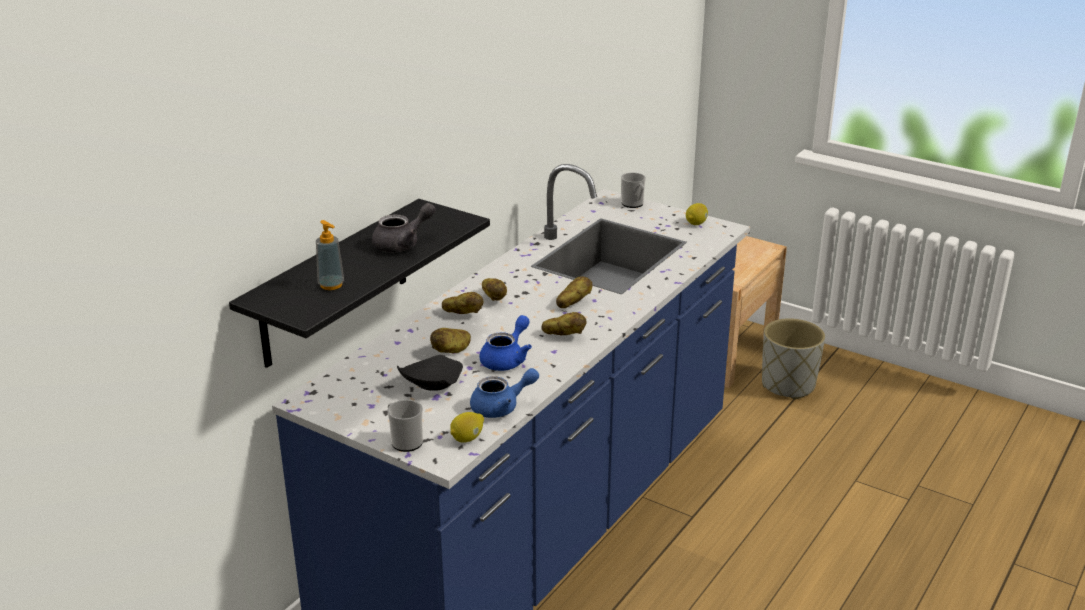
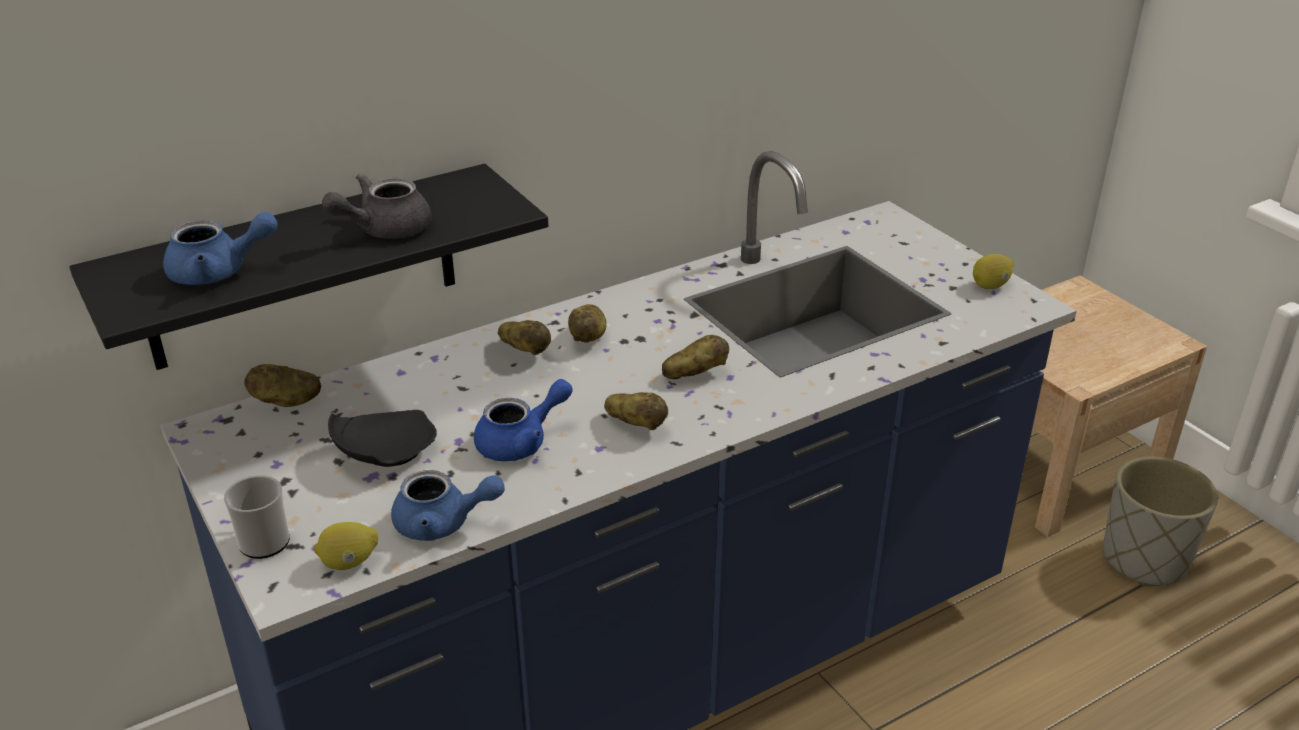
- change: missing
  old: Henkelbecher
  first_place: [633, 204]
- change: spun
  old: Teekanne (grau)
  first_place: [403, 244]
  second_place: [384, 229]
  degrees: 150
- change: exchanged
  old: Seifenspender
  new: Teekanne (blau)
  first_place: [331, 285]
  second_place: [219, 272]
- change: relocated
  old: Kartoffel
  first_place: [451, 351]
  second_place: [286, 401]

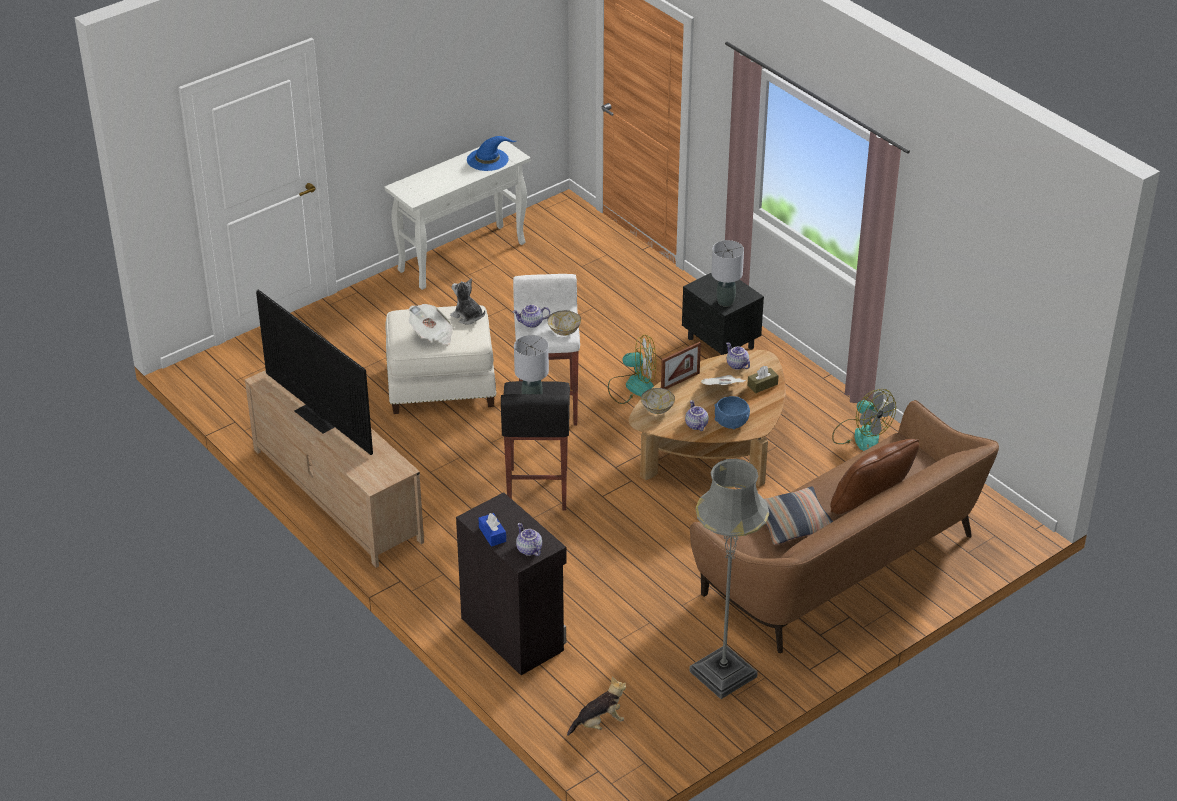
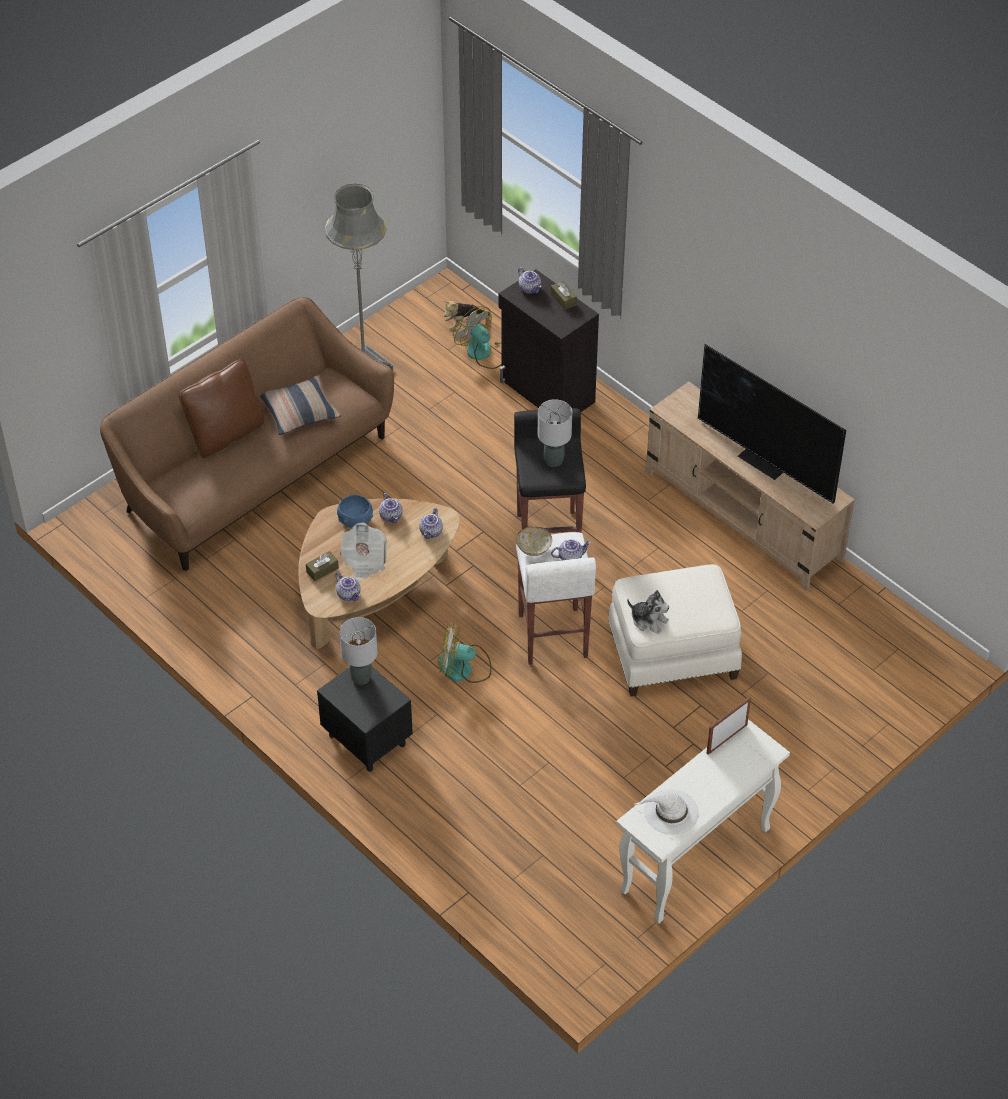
- change: colour
  old: Hut (blau)
  new: Hut (weiß)
  first_place: [488, 159]
  second_place: [670, 812]
- change: missing
  old: Zeitung
  first_place: [432, 334]
- change: relocated
  old: Bilderrahmen
  first_place: [680, 381]
  second_place: [727, 739]
- change: exchanged
  old: Schüssel
  new: Teekanne
  first_place: [657, 409]
  second_place: [431, 532]
- change: relocated
  old: Ventilator
  first_place: [860, 435]
  second_place: [484, 352]
- change: colour
  old: Taschentuchbox (blau)
  new: Taschentuchbox (braun)
  first_place: [492, 534]
  second_place: [563, 299]

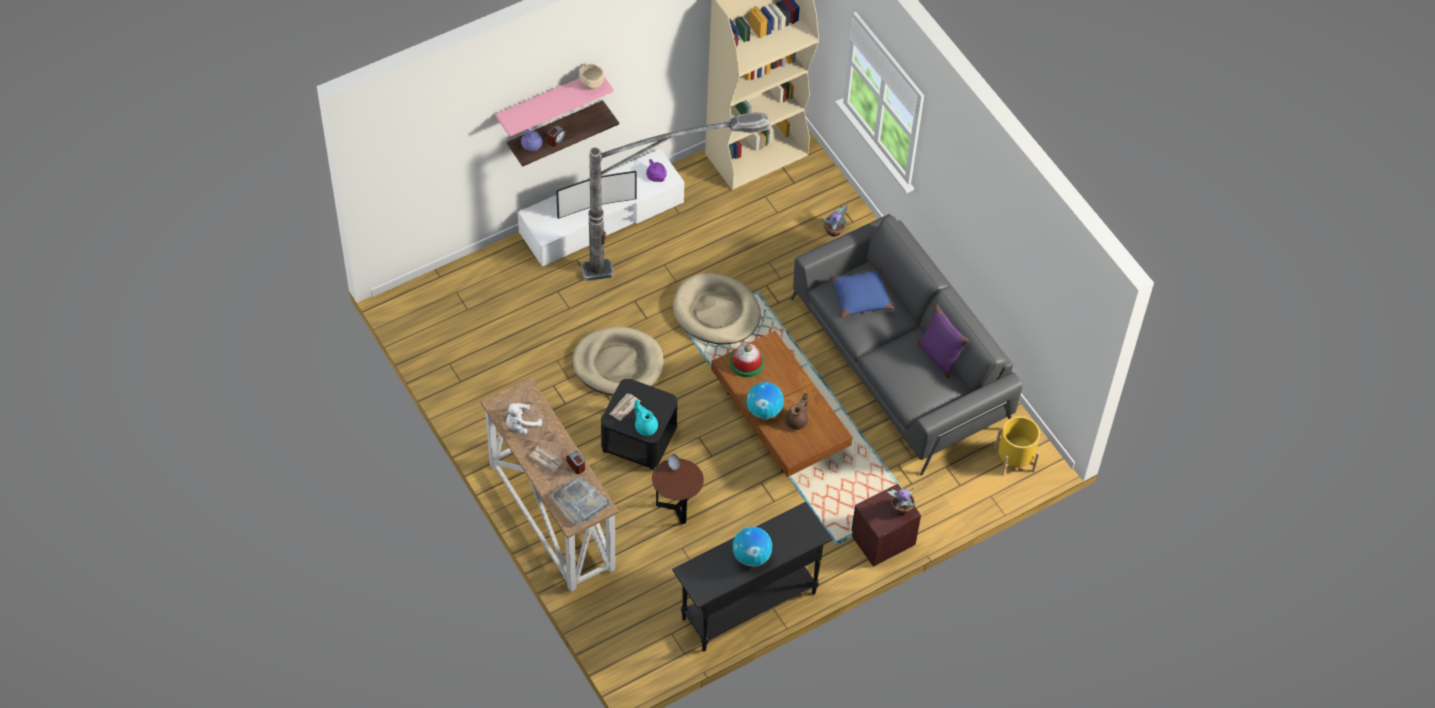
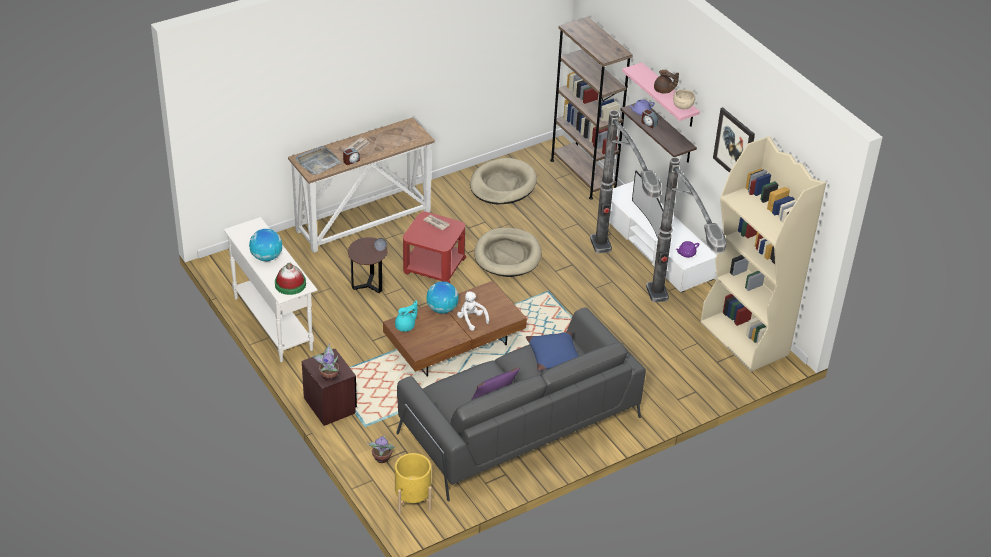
- change: relocated
  old: Topfpflanze
  first_place: [834, 231]
  second_place: [381, 459]
- change: relocated
  old: Hundebett (beige)
  first_place: [716, 312]
  second_place: [502, 185]
- change: relocated
  old: Hut
  first_place: [746, 363]
  second_place: [290, 284]
- change: colour
  old: Beistelltisch (schwarz)
  new: Beistelltisch (rot)
  first_place: [639, 440]
  second_place: [433, 266]
- change: relocated
  old: Teekanne (braun)
  first_place: [797, 421]
  second_place: [664, 90]
- change: relocated
  old: Teekanne (türkis)
  first_place: [645, 426]
  second_place: [406, 326]
- change: relocated
  old: Plüschtier (weiß)
  first_place: [521, 425]
  second_place: [471, 319]
- change: colour
  old: Konsolentisch (schwarz)
  new: Konsolentisch (weiß)
  first_place: [748, 605]
  second_place: [273, 323]
- change: appeared
  new: Bücherregal (braun)
  second_place: [583, 175]
- change: appeared
  new: Bild
  second_place: [734, 145]
- change: appeared
  new: Stehlampe
  second_place: [674, 337]

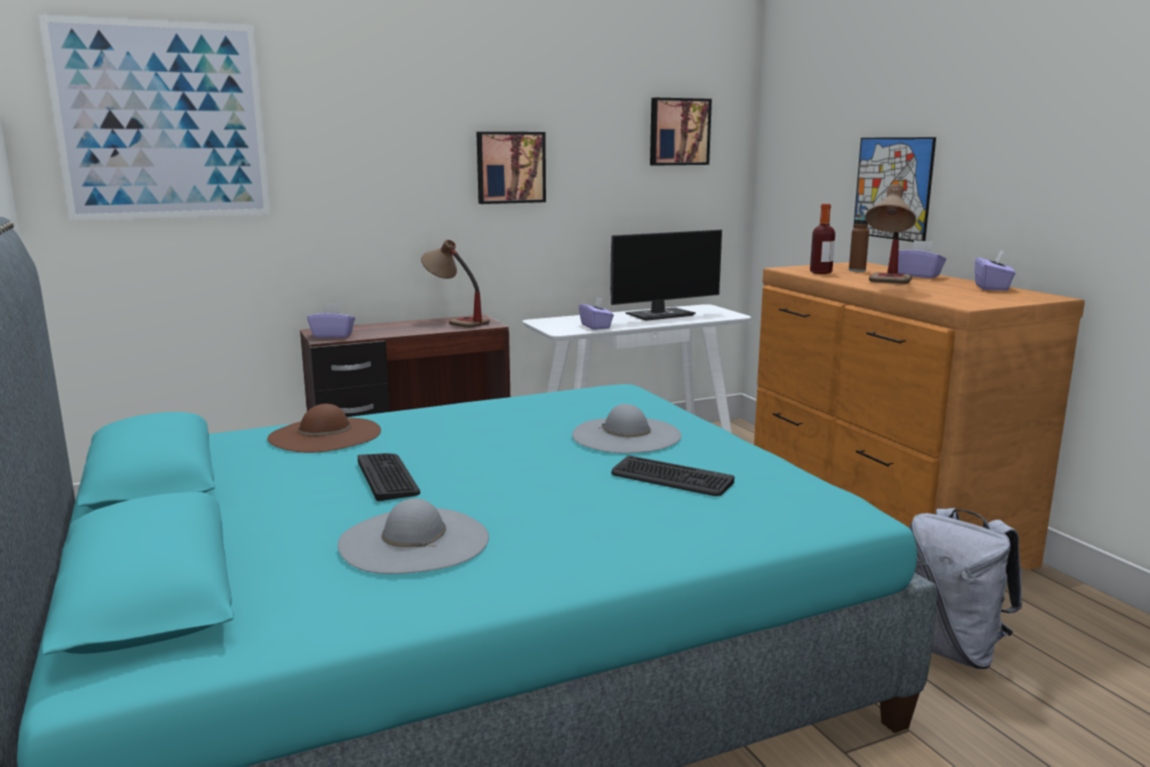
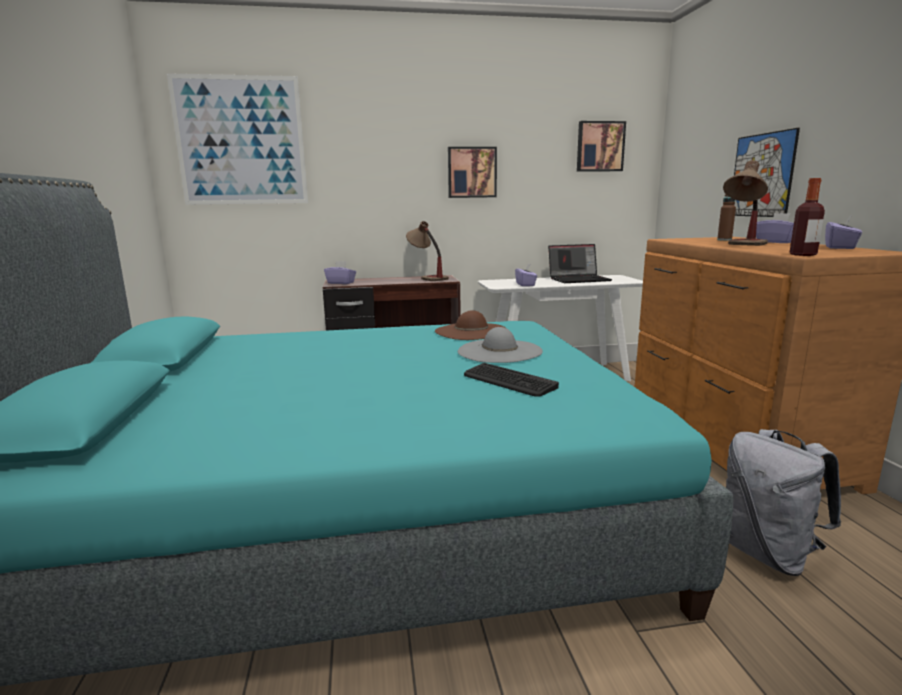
- change: relocated
  old: Flasche
  first_place: [820, 272]
  second_place: [803, 255]
- change: exchanged
  old: Monitor
  new: Laptop
  first_place: [661, 315]
  second_place: [579, 279]
- change: relocated
  old: Hut (braun)
  first_place: [325, 435]
  second_place: [471, 331]
- change: missing
  old: Tastatur
  first_place: [388, 477]
- change: missing
  old: Hut (grau)
  first_place: [414, 540]

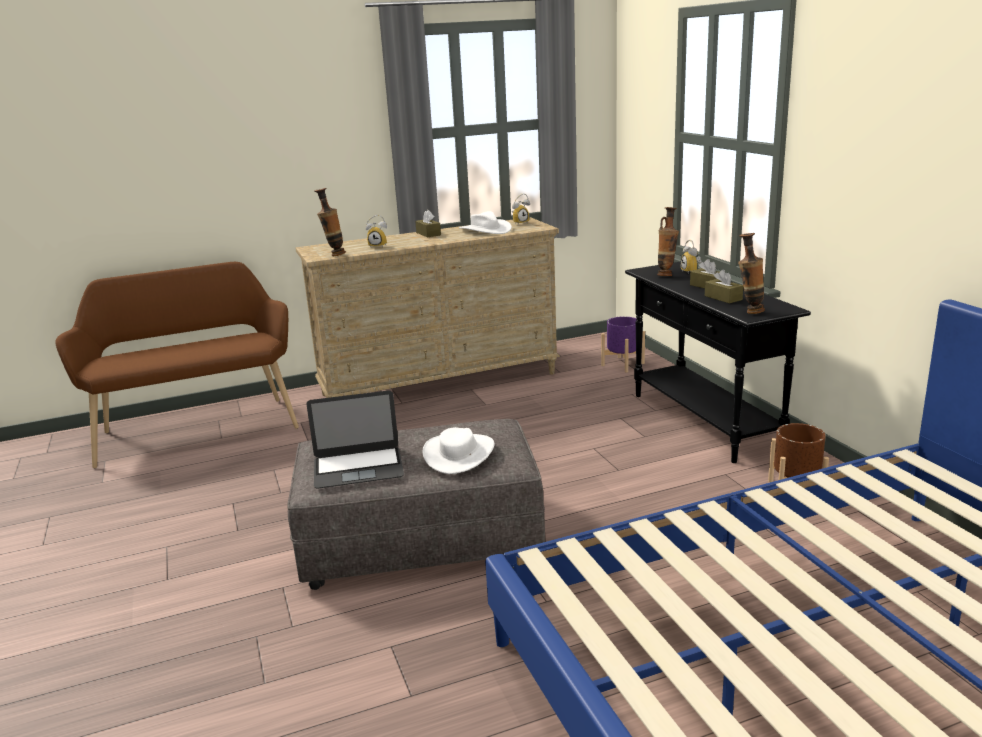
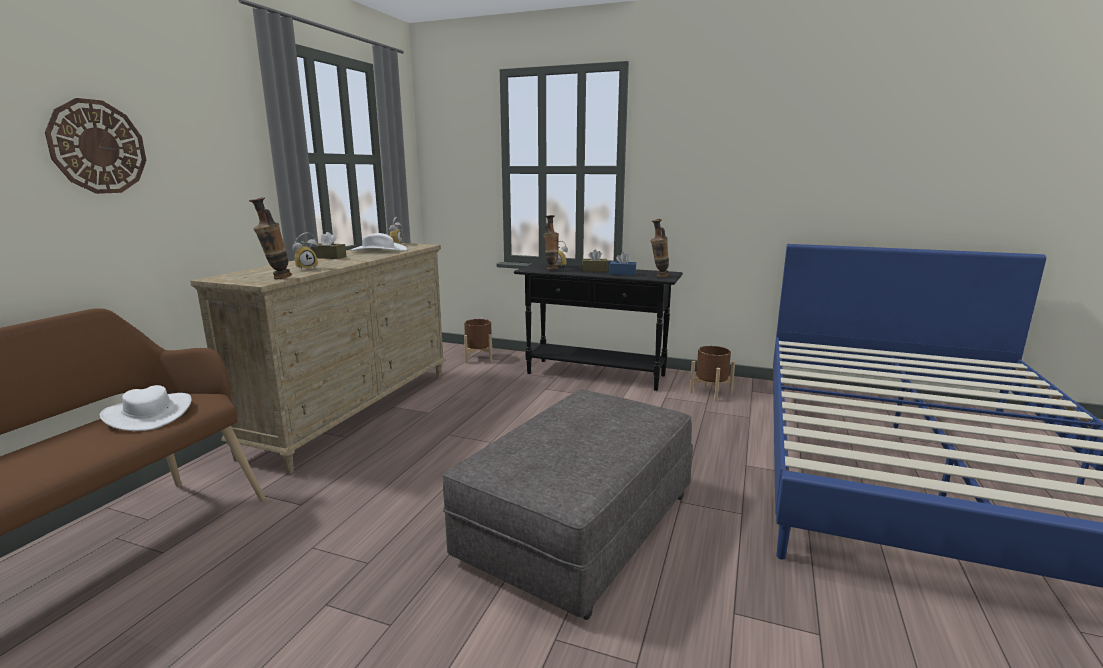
- change: colour
  old: Taschentuchbox (braun)
  new: Taschentuchbox (blau)
  first_place: [723, 298]
  second_place: [622, 273]
- change: colour
  old: Pflanzkübel (lila)
  new: Pflanzkübel (braun)
  first_place: [622, 364]
  second_place: [478, 358]
- change: missing
  old: Laptop
  first_place: [358, 467]
- change: relocated
  old: Hut (weiß)
  first_place: [459, 454]
  second_place: [149, 414]
- change: appeared
  new: Wanduhr
  second_place: [98, 147]

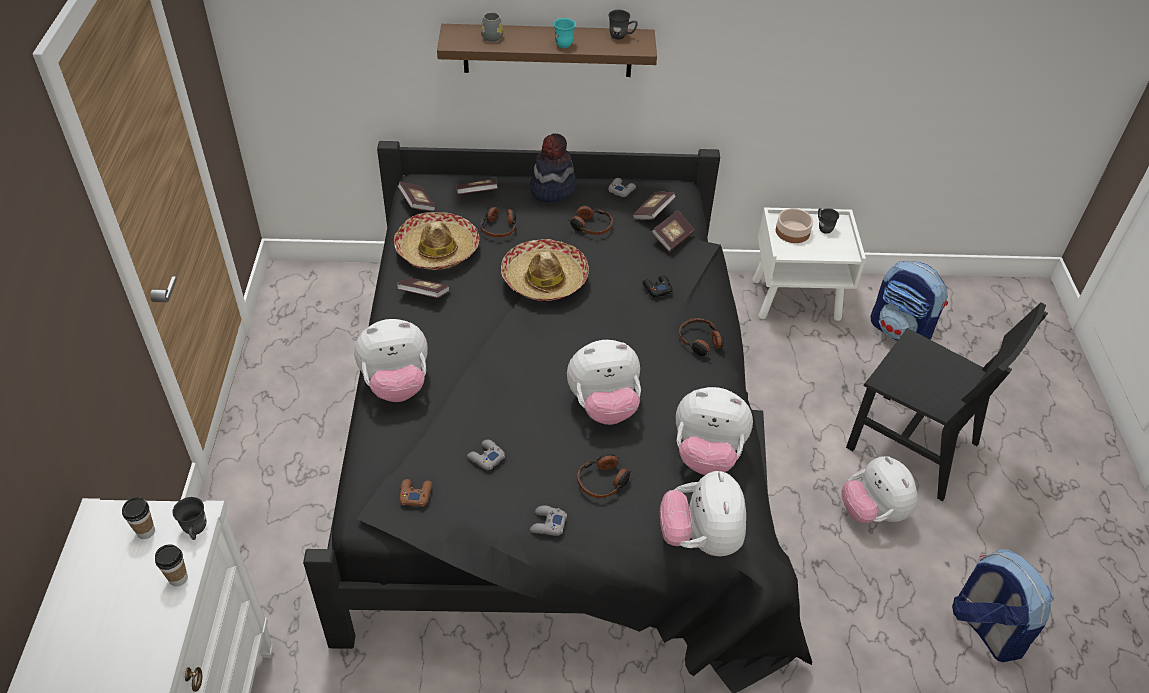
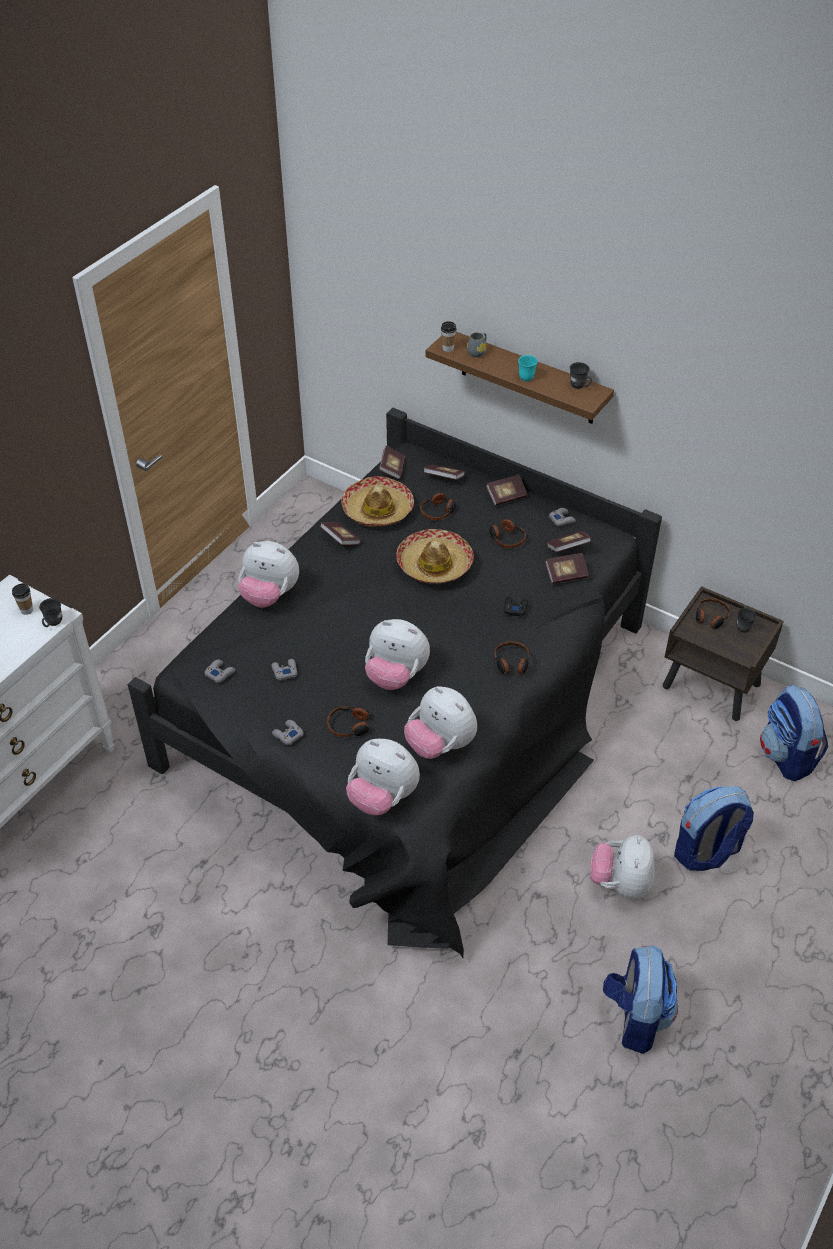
- change: exchanged
  old: Hut
  new: Buch
  first_place: [552, 188]
  second_place: [506, 496]
- change: colour
  old: Nachttisch (weiß)
  new: Nachttisch (braun)
  first_place: [797, 299]
  second_place: [712, 686]
- change: exchanged
  old: Schüssel
  new: Kopfhörer
  first_place: [793, 231]
  second_place: [710, 617]
- change: exchanged
  old: Stuhl (schwarz)
  new: Rucksack
  first_place: [912, 446]
  second_place: [706, 852]
- change: spun
  old: Plüschtier
  first_place: [700, 538]
  second_place: [382, 797]
  degrees: -90
- change: colour
  old: Gamepad (braun)
  new: Gamepad (grau)
  first_place: [415, 494]
  second_place: [220, 673]
- change: relocated
  old: Tasse
  first_place: [178, 578]
  second_place: [448, 348]

